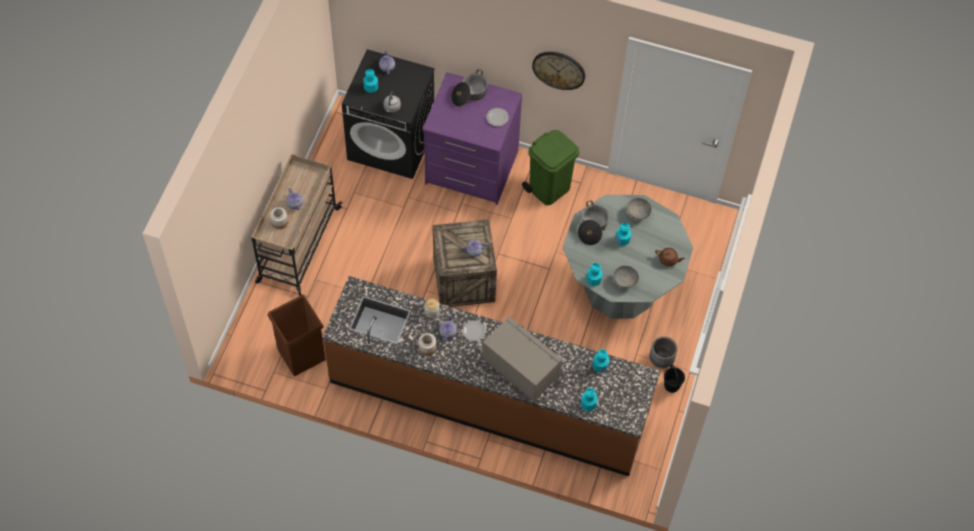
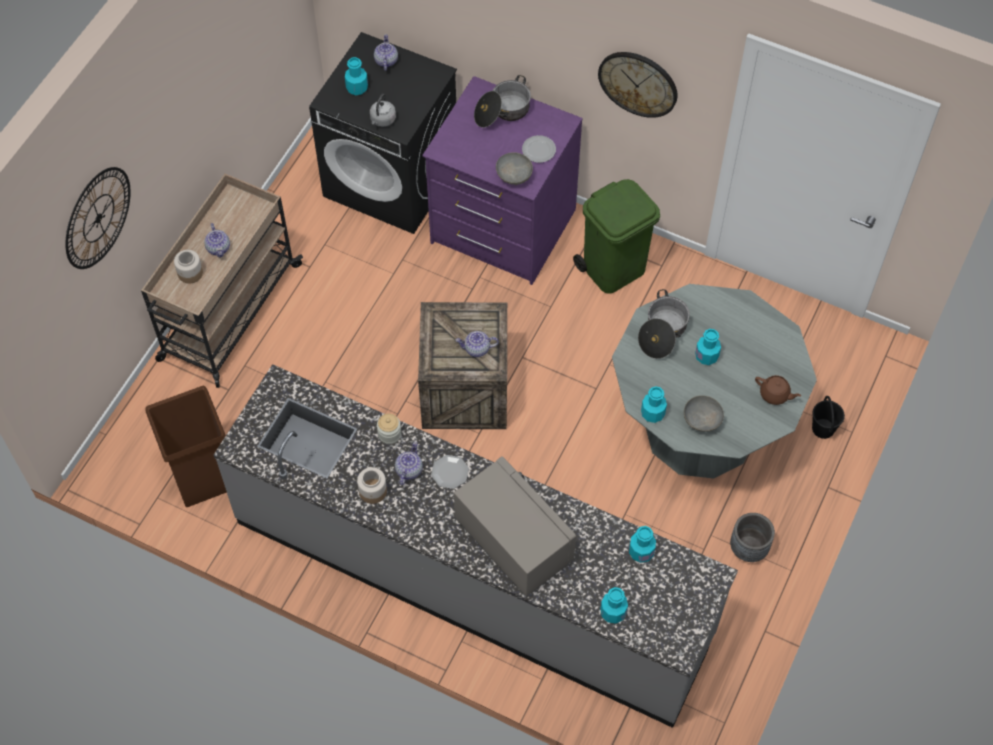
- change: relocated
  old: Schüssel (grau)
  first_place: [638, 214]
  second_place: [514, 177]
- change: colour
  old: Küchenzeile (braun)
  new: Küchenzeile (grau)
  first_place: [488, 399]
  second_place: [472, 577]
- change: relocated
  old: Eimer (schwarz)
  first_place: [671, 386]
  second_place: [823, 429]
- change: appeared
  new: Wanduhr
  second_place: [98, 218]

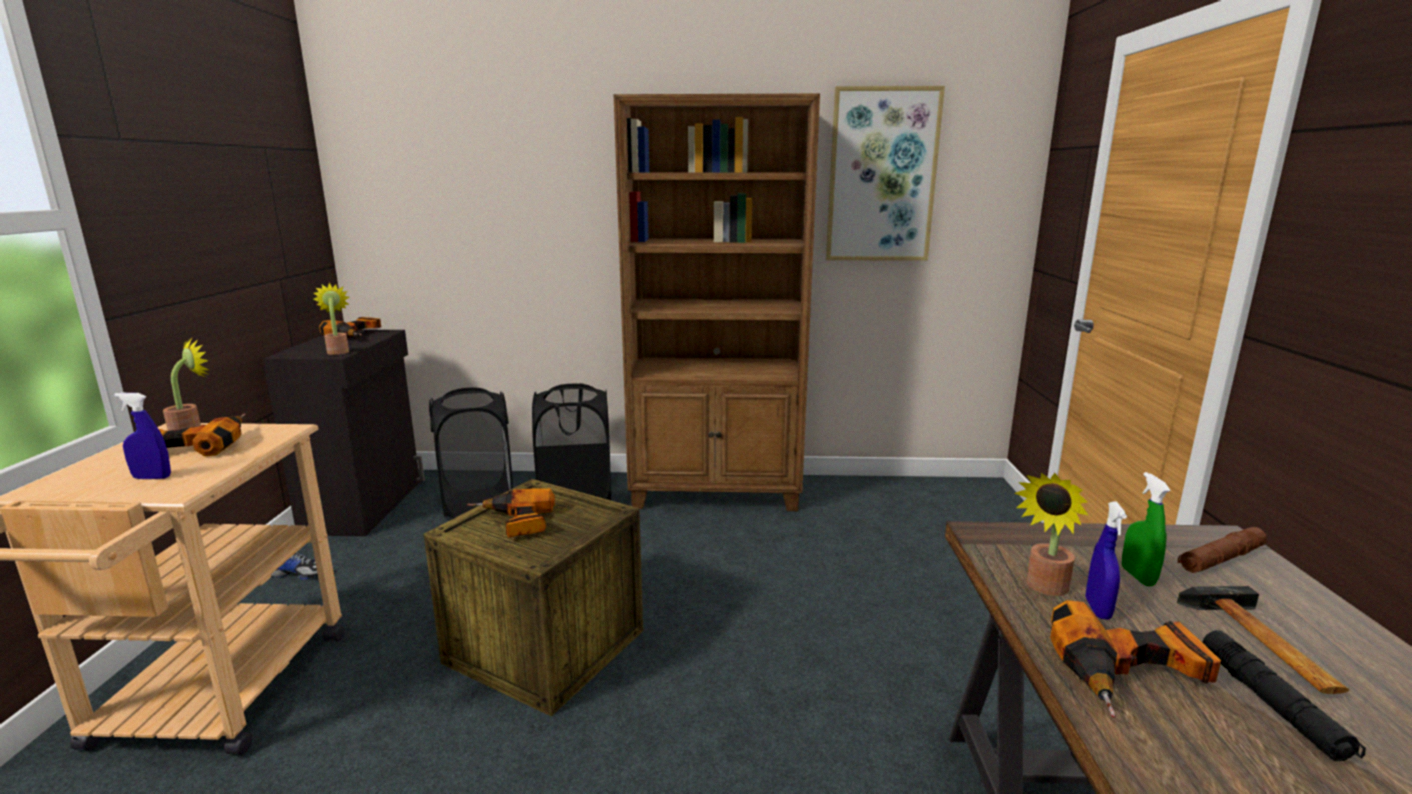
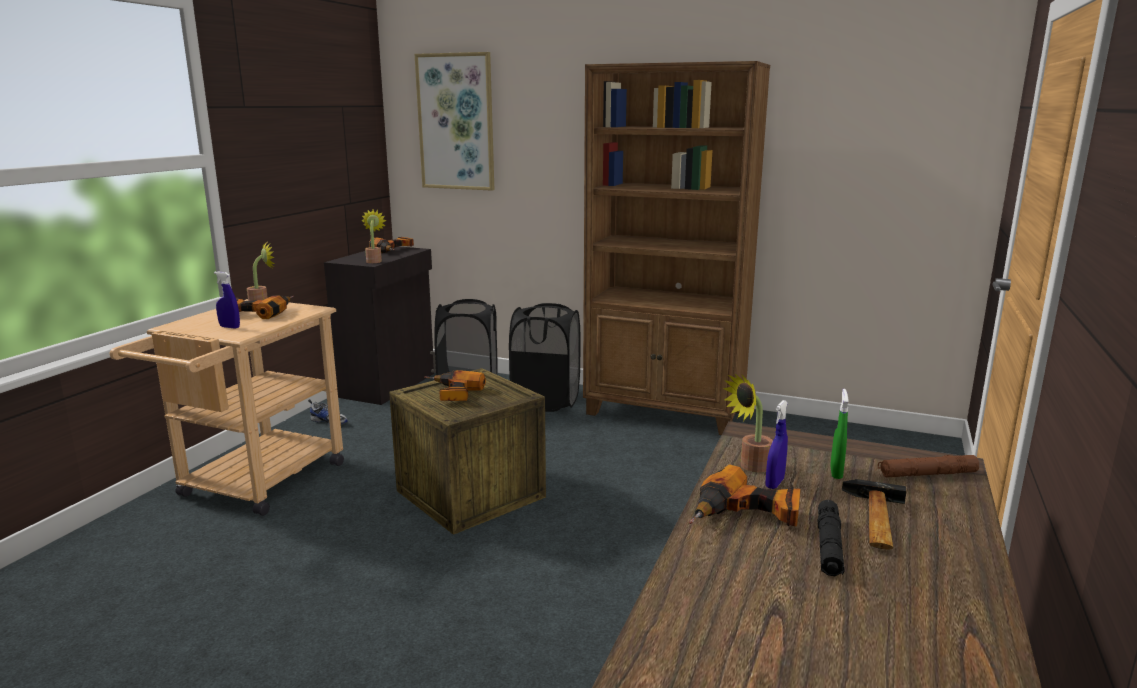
- change: relocated
  old: Bild
  first_place: [881, 176]
  second_place: [456, 122]

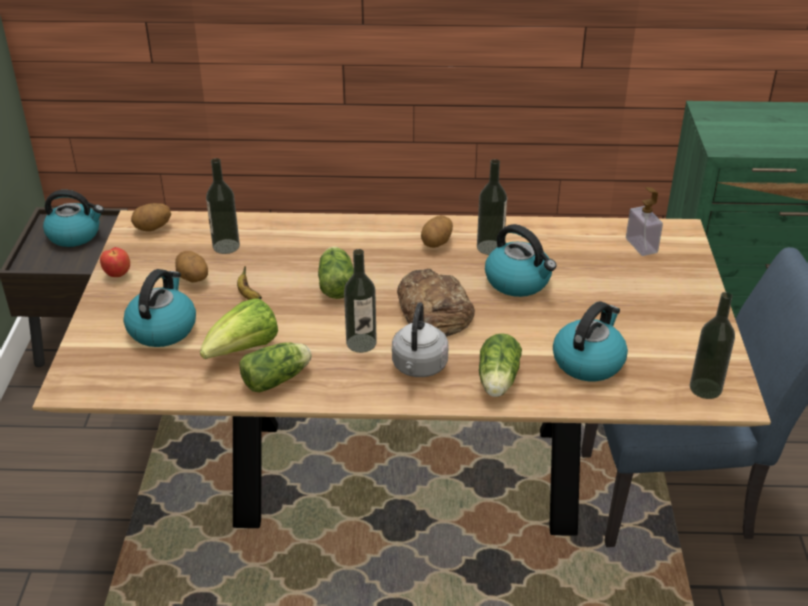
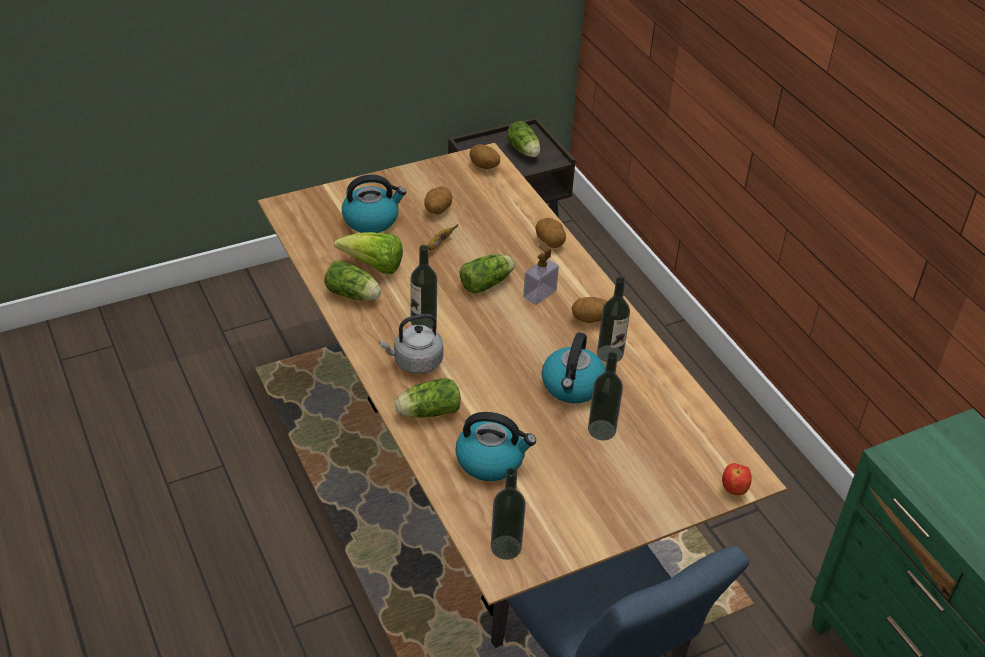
- change: relocated
  old: Flasche
  first_place: [226, 246]
  second_place: [601, 430]
- change: relocated
  old: Seifenspender
  first_place: [641, 245]
  second_place: [539, 294]
- change: exchanged
  old: Wasserkessel
  new: Salatkopf
  first_place: [75, 235]
  second_place: [524, 151]
- change: relocated
  old: Apfel
  first_place: [118, 274]
  second_place: [734, 490]
- change: missing
  old: Brot
  first_place: [434, 312]
- change: appeared
  new: Kartoffel
  second_place: [550, 242]

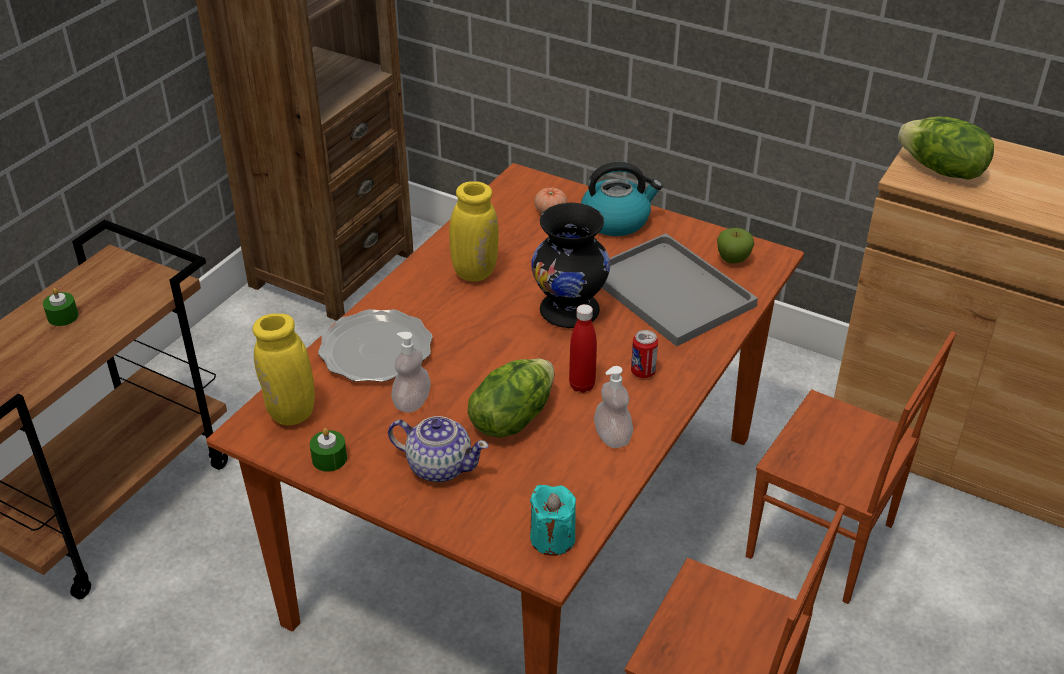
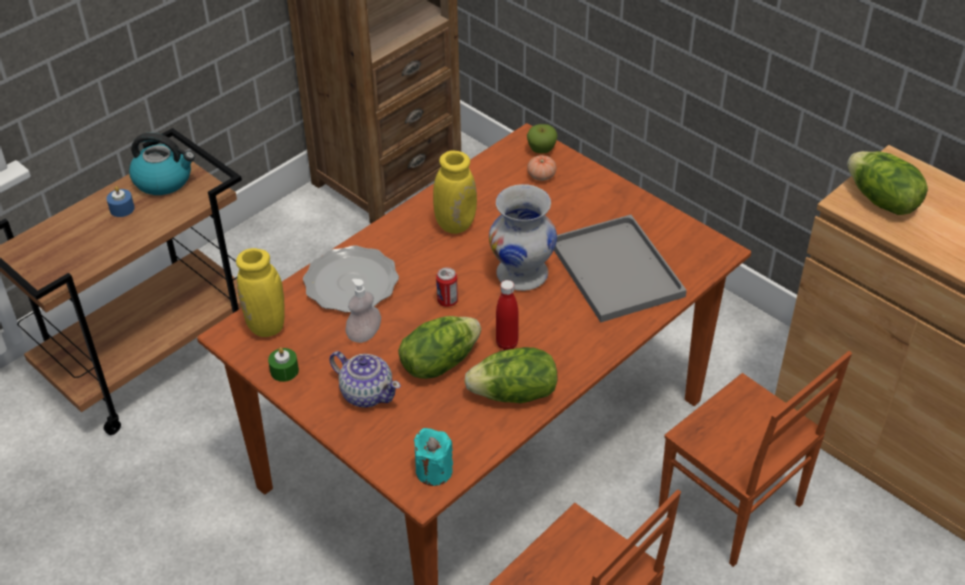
- change: relocated
  old: Wasserkessel
  first_place: [616, 220]
  second_place: [164, 180]
- change: colour
  old: Vase (schwarz)
  new: Vase (weiß)
  first_place: [570, 311]
  second_place: [523, 274]
- change: relocated
  old: Apfel
  first_place: [733, 260]
  second_place: [541, 150]
- change: colour
  old: Kerze (grün)
  new: Kerze (blau)
  first_place: [63, 316]
  second_place: [122, 209]
- change: relocated
  old: Dose
  first_place: [643, 372]
  second_place: [447, 301]
- change: exchanged
  old: Seifenspender
  new: Salatkopf
  first_place: [612, 437]
  second_place: [514, 394]

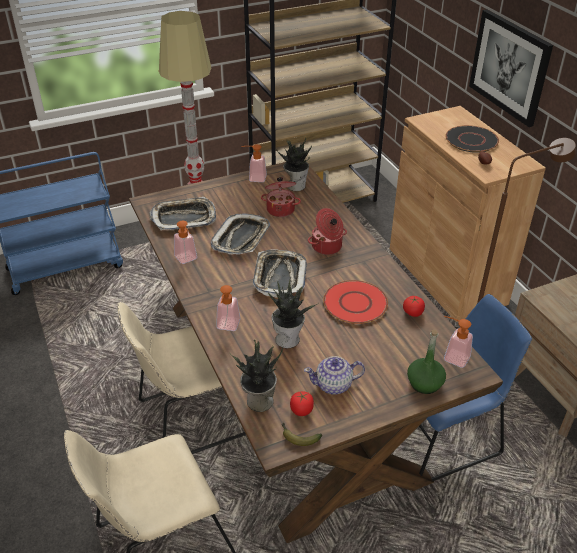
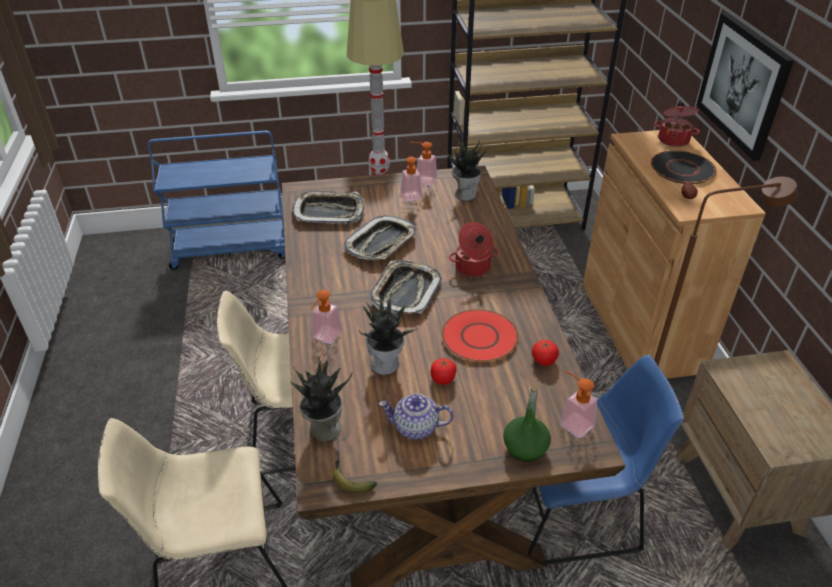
- change: relocated
  old: Kochtopf
  first_place: [281, 209]
  second_place: [673, 140]
- change: relocated
  old: Seifenspender
  first_place: [187, 259]
  second_place: [412, 198]
- change: relocated
  old: Tomate
  first_place: [301, 410]
  second_place: [443, 379]

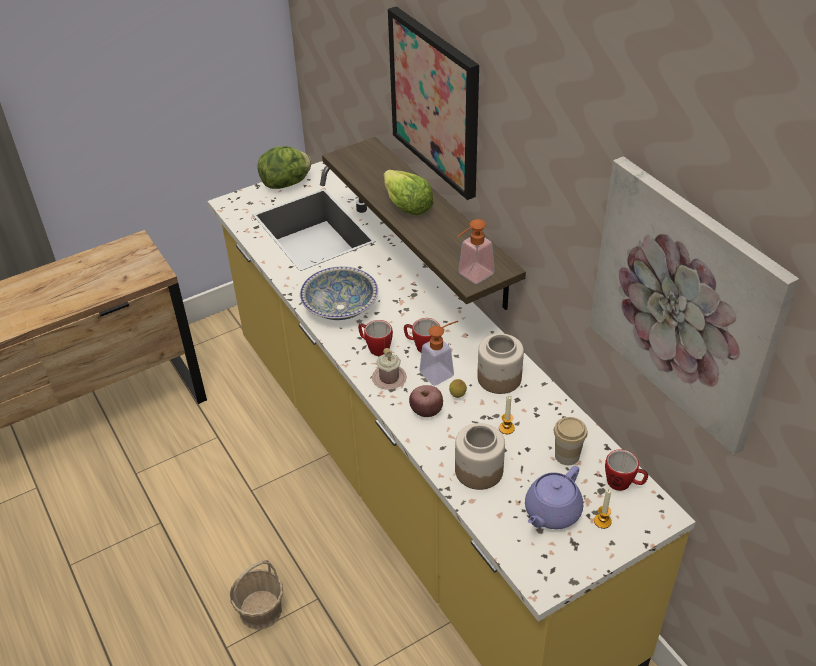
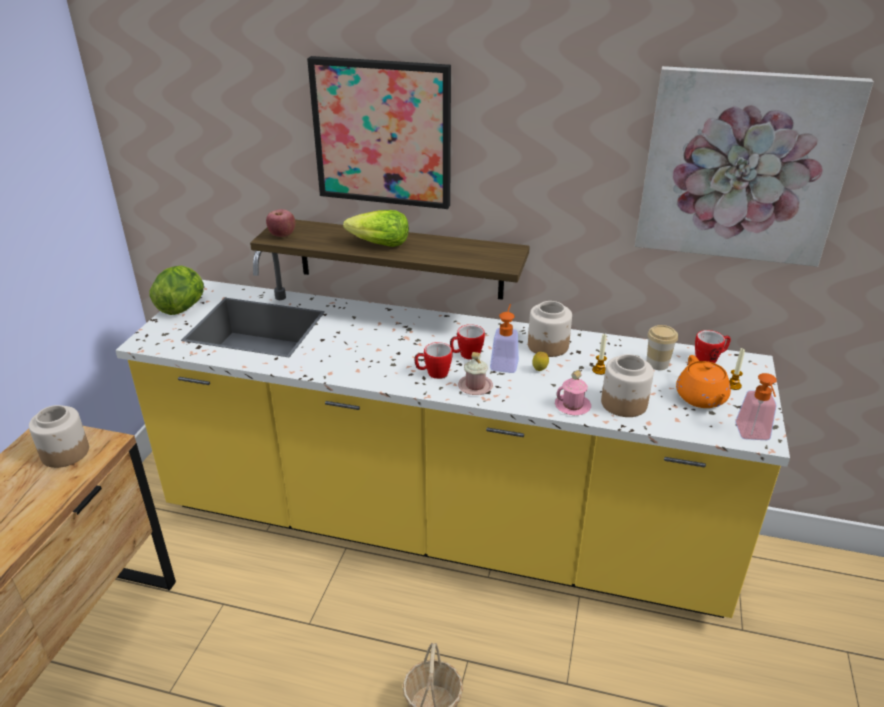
- change: relocated
  old: Seifenspender
  first_place: [471, 276]
  second_place: [753, 436]
- change: missing
  old: Schüssel
  first_place: [340, 307]
- change: relocated
  old: Apfel
  first_place: [426, 411]
  second_place: [282, 235]
- change: colour
  old: Teekanne (lila)
  new: Teekanne (orange)
  first_place: [551, 512]
  second_place: [701, 398]
- change: appeared
  new: Henkelbecher (rosa)
  second_place: [572, 406]
- change: appeared
  new: Vorratsglas
  second_place: [66, 452]

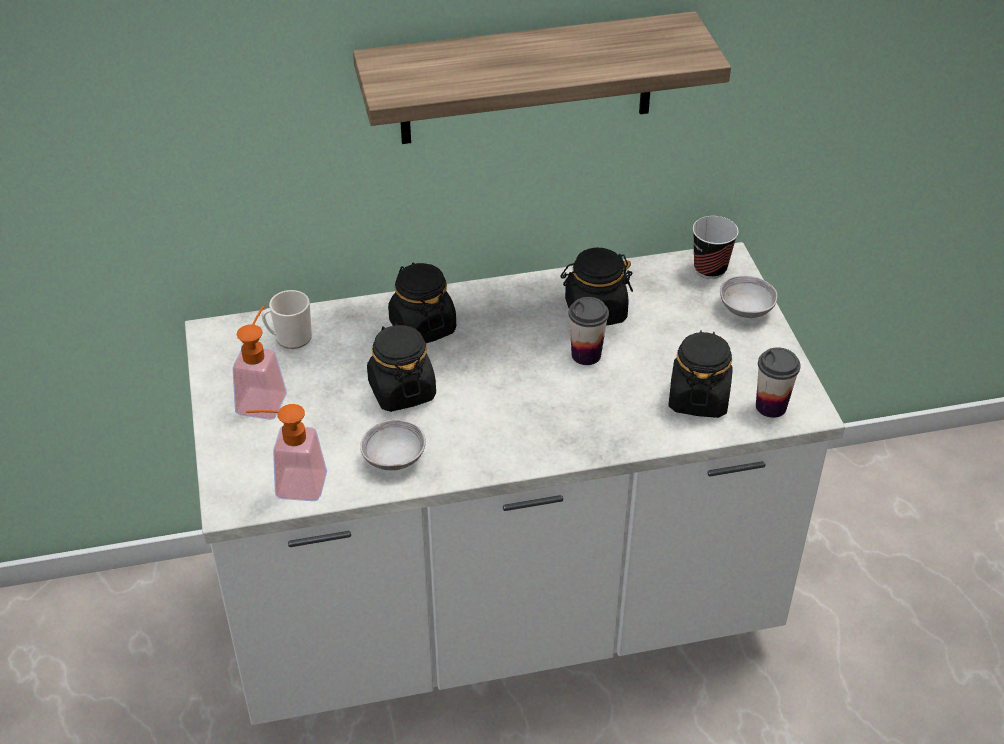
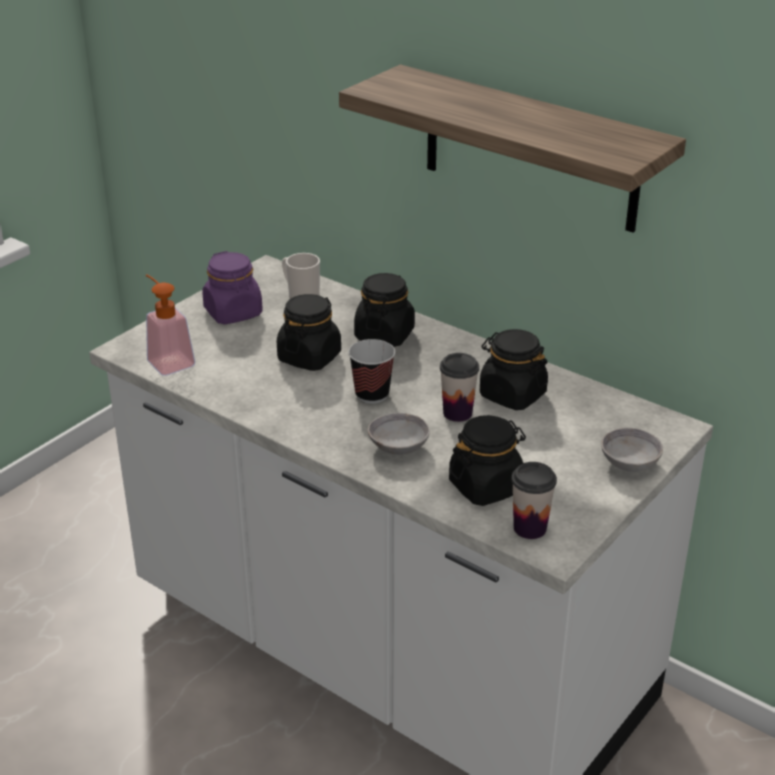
- change: relocated
  old: Tasse
  first_place: [710, 269]
  second_place: [372, 394]
- change: exchanged
  old: Seifenspender
  new: Vorratsglas (lila)
  first_place: [264, 397]
  second_place: [233, 313]
- change: relocated
  old: Schüssel (grau)
  first_place: [394, 458]
  second_place: [398, 447]

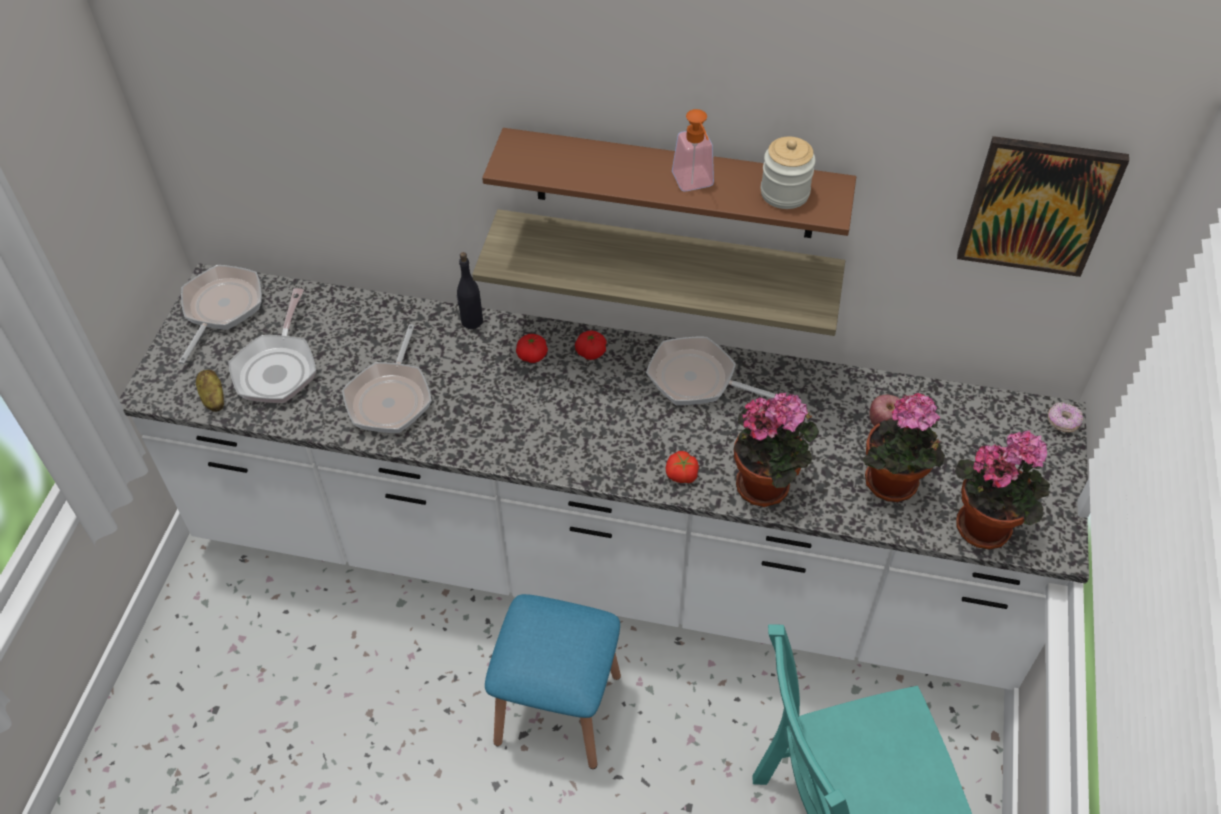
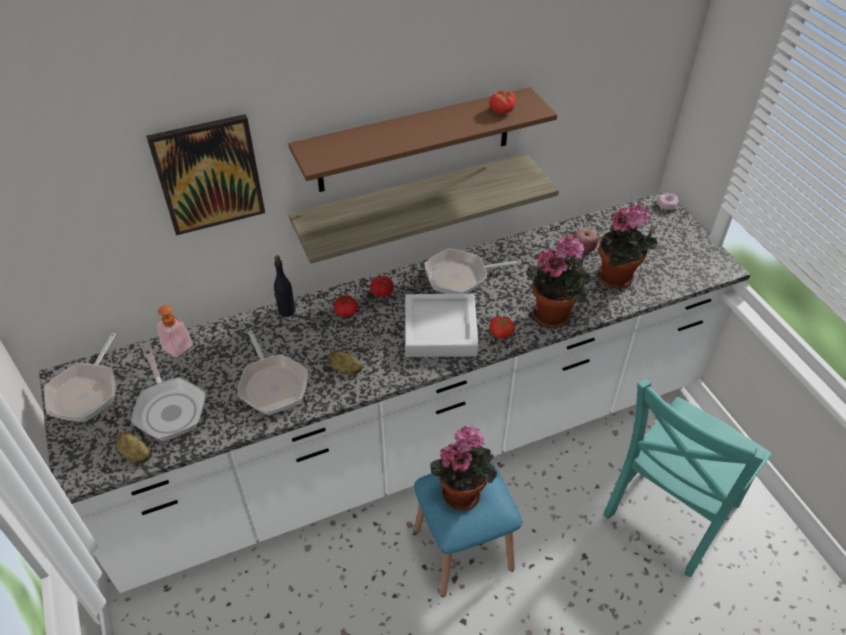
- change: relocated
  old: Seifenspender
  first_place: [695, 184]
  second_place: [181, 349]
- change: relocated
  old: Bild
  first_place: [1038, 205]
  second_place: [208, 174]
- change: exchanged
  old: Vorratsglas
  new: Tomate
  first_place: [784, 193]
  second_place: [502, 110]
- change: spun
  old: Pfanne
  first_place: [220, 309]
  second_place: [87, 391]
  degrees: -150
- change: relocated
  old: Topfpflanze
  first_place: [987, 525]
  second_place: [462, 491]
- change: appeared
  new: Tablett (grau)
  second_place: [440, 330]
- change: appeared
  new: Kartoffel
  second_place: [345, 369]

